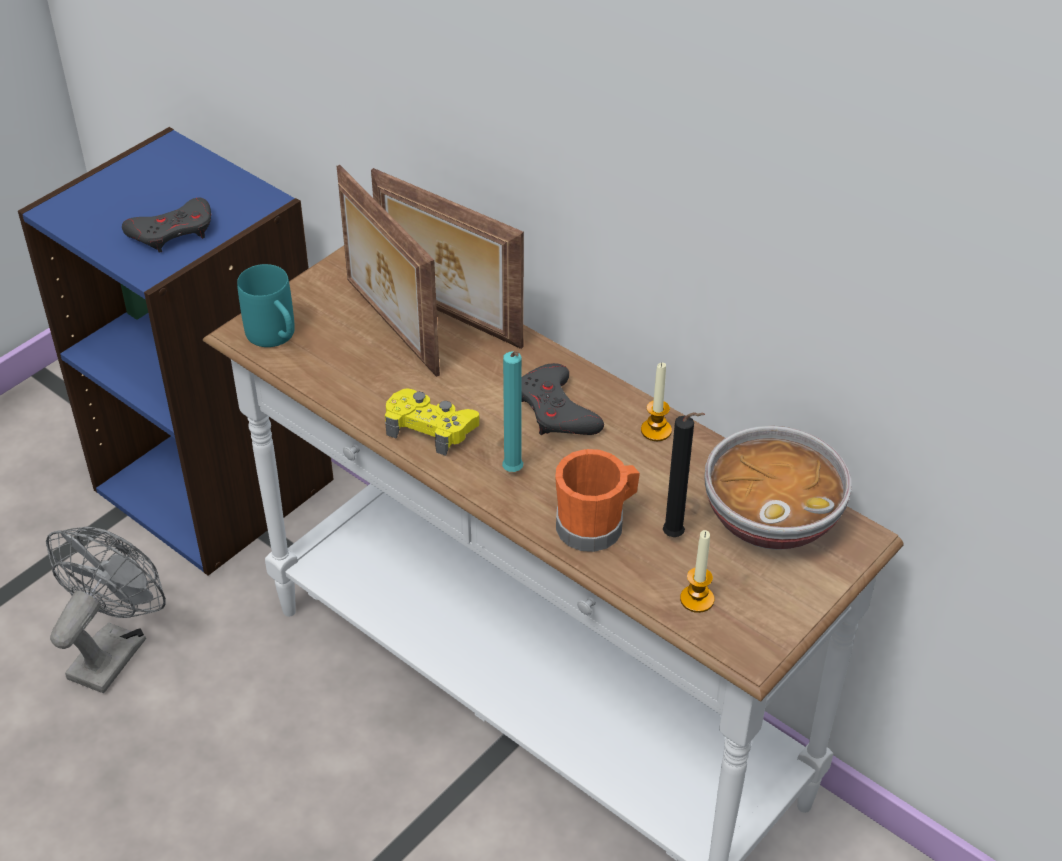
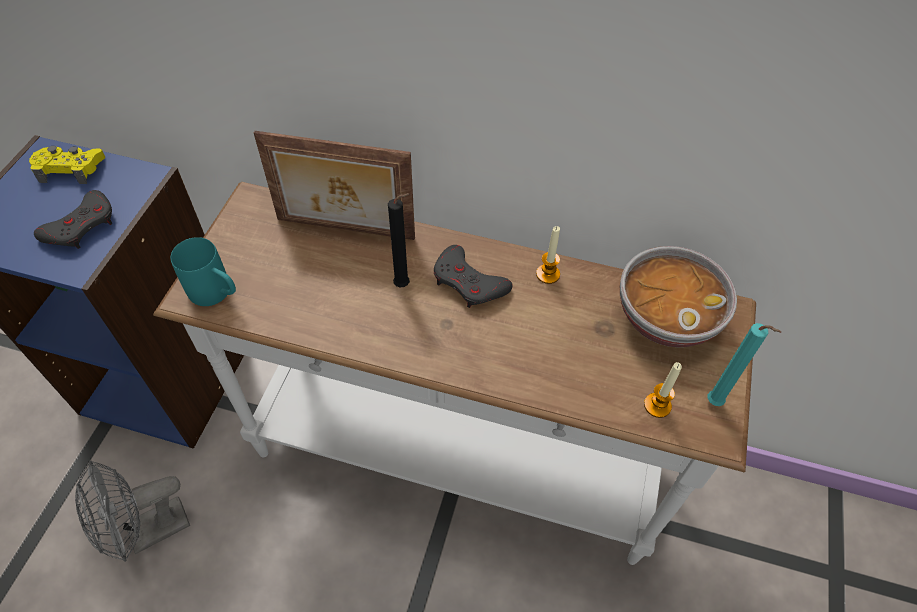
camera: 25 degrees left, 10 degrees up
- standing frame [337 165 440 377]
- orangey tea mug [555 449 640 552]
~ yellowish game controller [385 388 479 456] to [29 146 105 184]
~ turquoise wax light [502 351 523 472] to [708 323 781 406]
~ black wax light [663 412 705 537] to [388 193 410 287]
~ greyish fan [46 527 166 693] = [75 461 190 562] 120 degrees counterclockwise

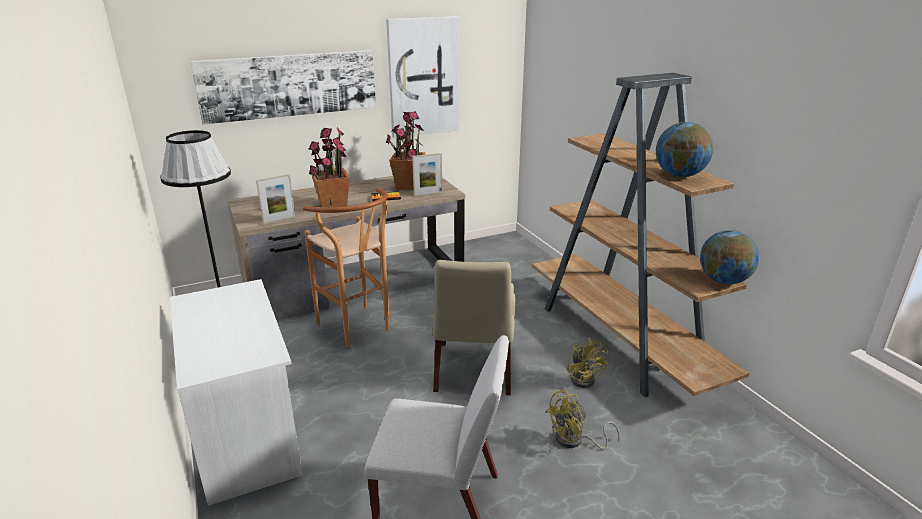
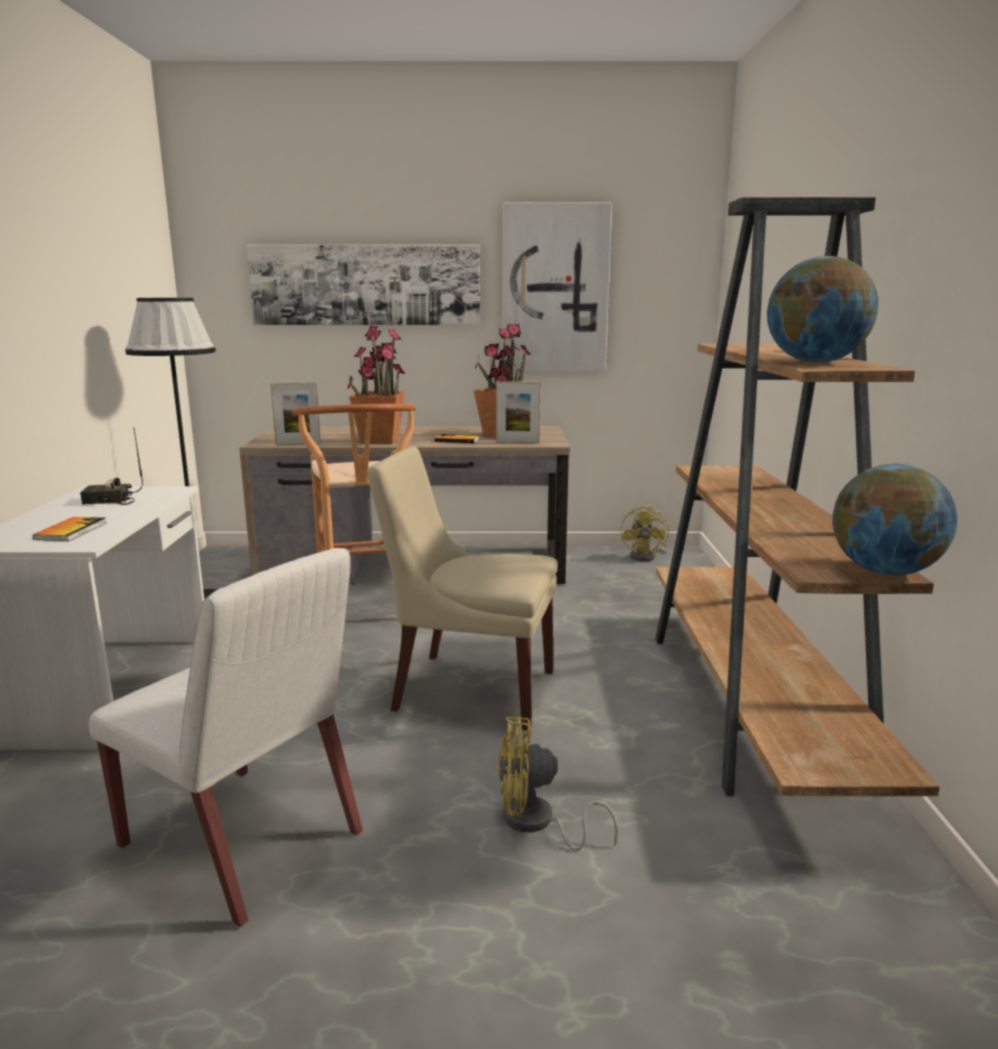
camera: 25 degrees right, 10 degrees down
+ book [32 517 106 541]
+ radio receiver [80 426 143 505]
~ yellowish fan [567 338 608 388] to [621 505 669 561]
~ beige-coloured upright chair [433 260 515 395] = [367 446 558 730] 75 degrees clockwise

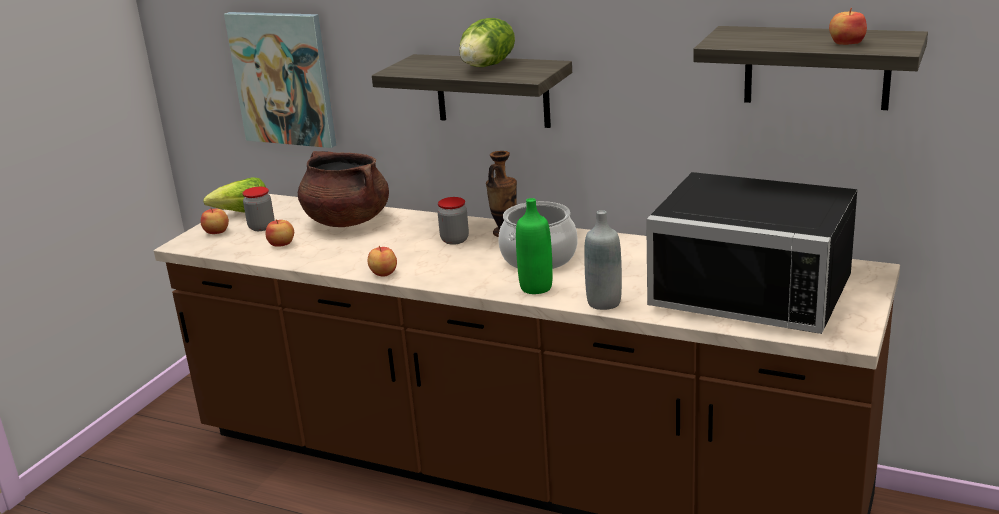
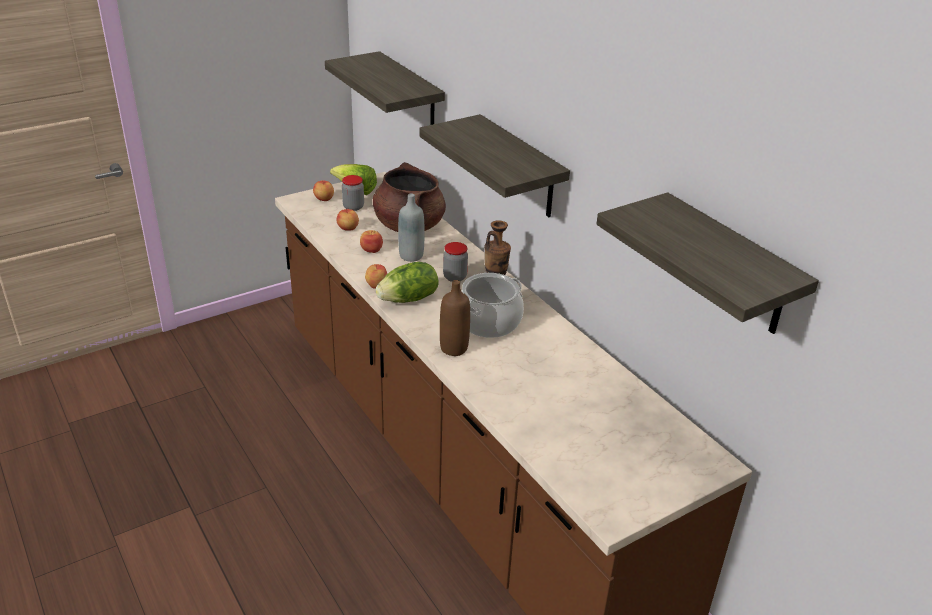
camera: 30 degrees right, 10 degrees up
- black microwave oven [646 172 857 334]
~ head of lettuce [459 18 515 67] to [375 262 438 303]
~ greyish bottle [584 210 622 310] to [398 194 424 262]
~ whole apple [829 8 867 45] to [360 230 383 253]
~ picture [224 12 336 148] to bracket shelf [325 51 445 125]
~ green bottle [516 198 553 294] to brown bottle [440 280 470 356]

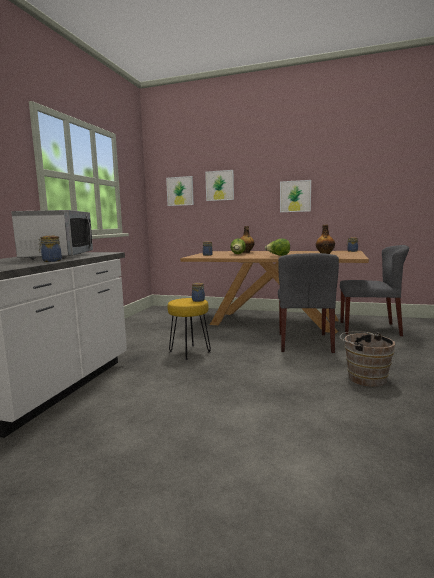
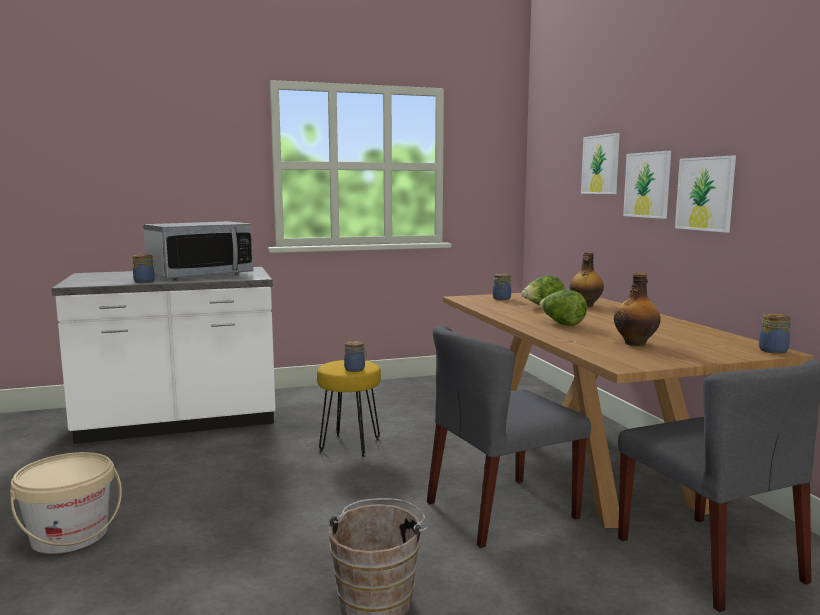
camera: 55 degrees right, 0 degrees up
+ beige-coloured pail [10 452 122 554]
~ picture [166 176 194 206] to [623 151 671 219]

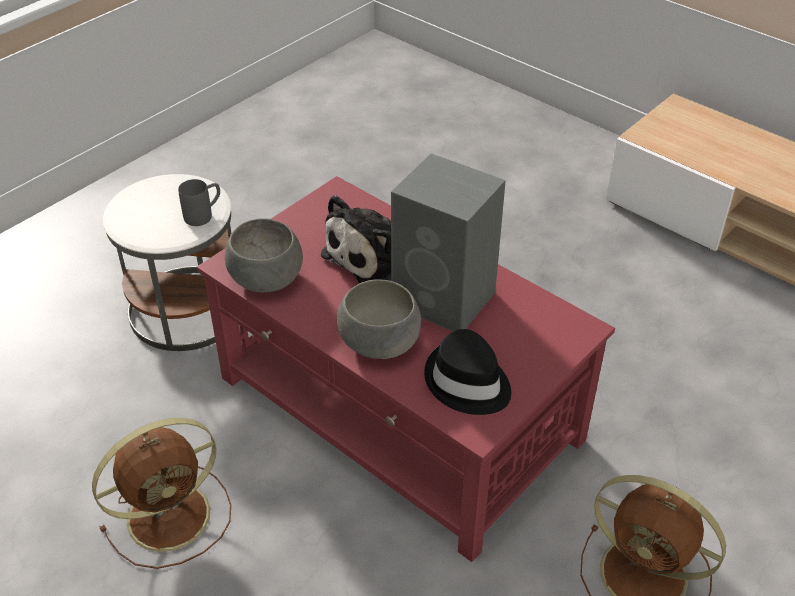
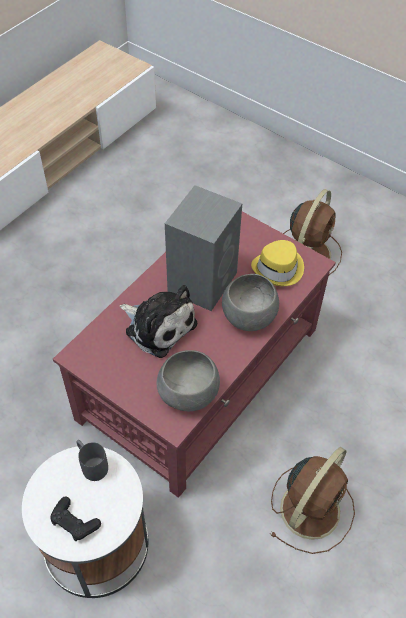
camera: 95 degrees left, 10 degrees up
+ black game controller [50 497 101 541]
~ black wearable hat [424 329 511 415] to yellowish wearable hat [251 240 304 286]
~ brown fan [92 418 231 569] = [271 447 355 554] 75 degrees clockwise

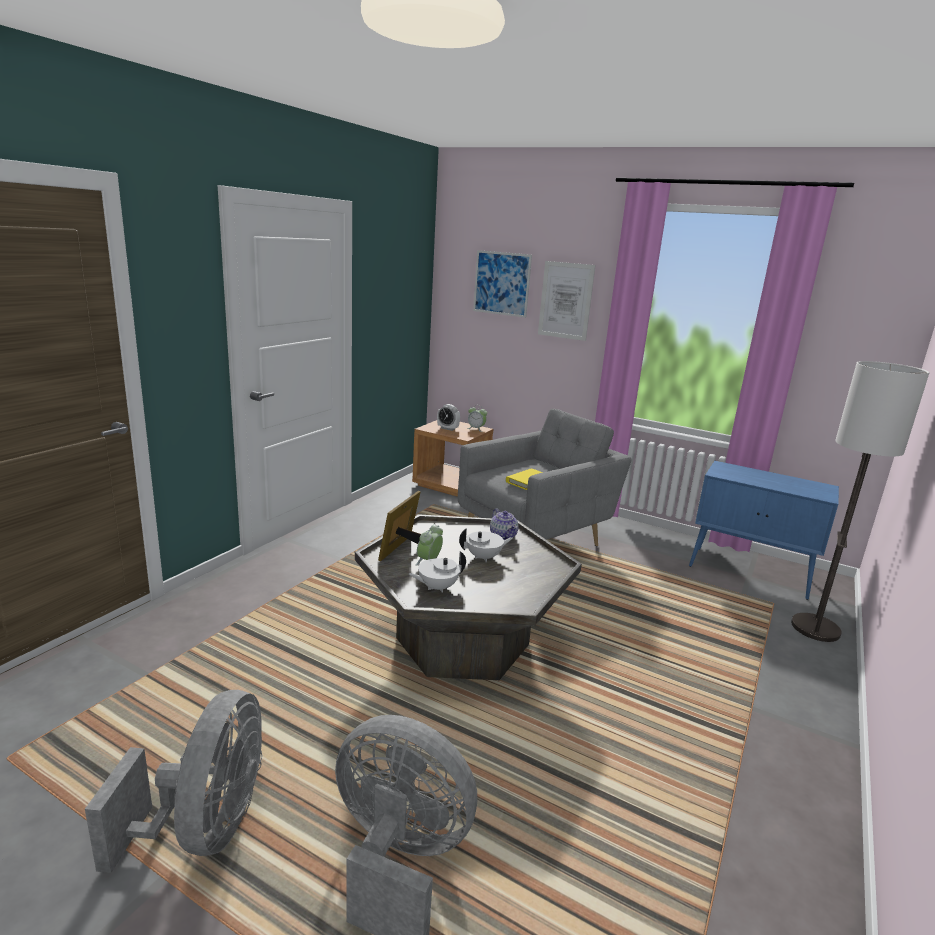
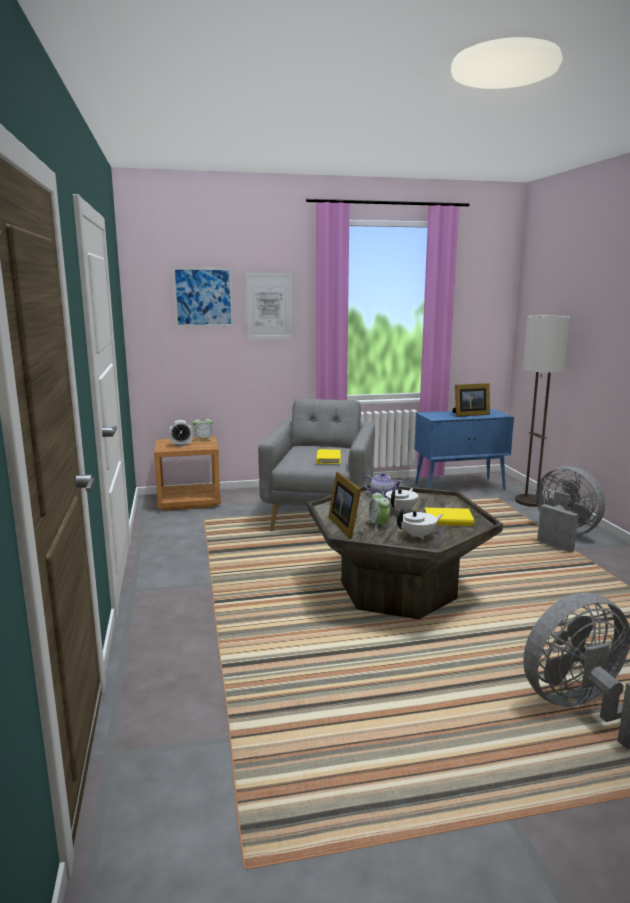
camera: 40 degrees left, 5 degrees down
+ yellowish book [425 508 474 526]
+ standing frame [452 383 490 417]
~ greyish fan [85 690 262 873] to [536 466 605 552]
~ white tea pot [409 551 466 593] = [397 509 443 540] 135 degrees counterclockwise

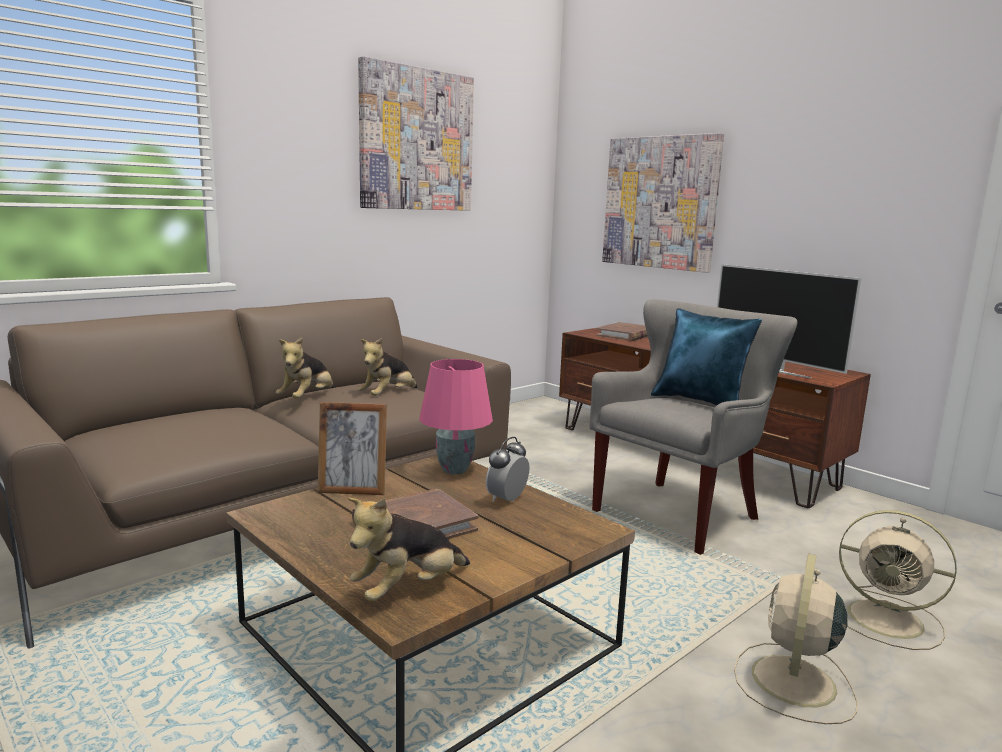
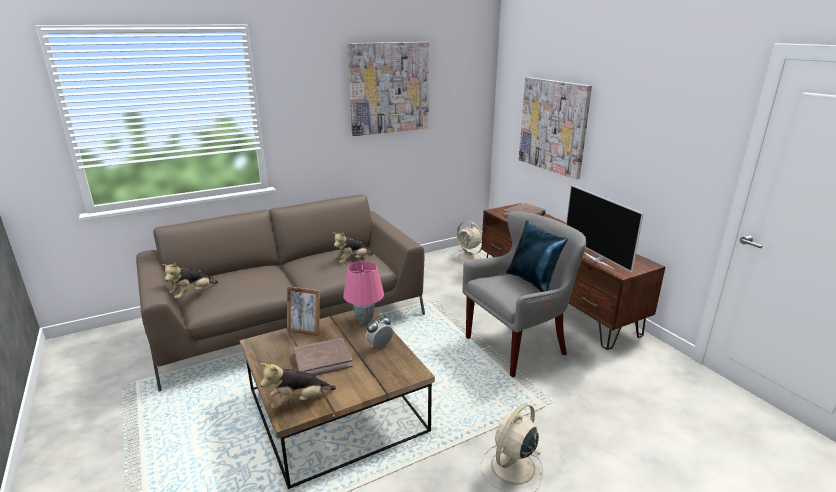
camera: 15 degrees right, 10 degrees up
~ soft toy [276 337 334 398] to [162 263 218 299]
~ beige-coloured fan [839 510 957 650] to [452 221 487 264]

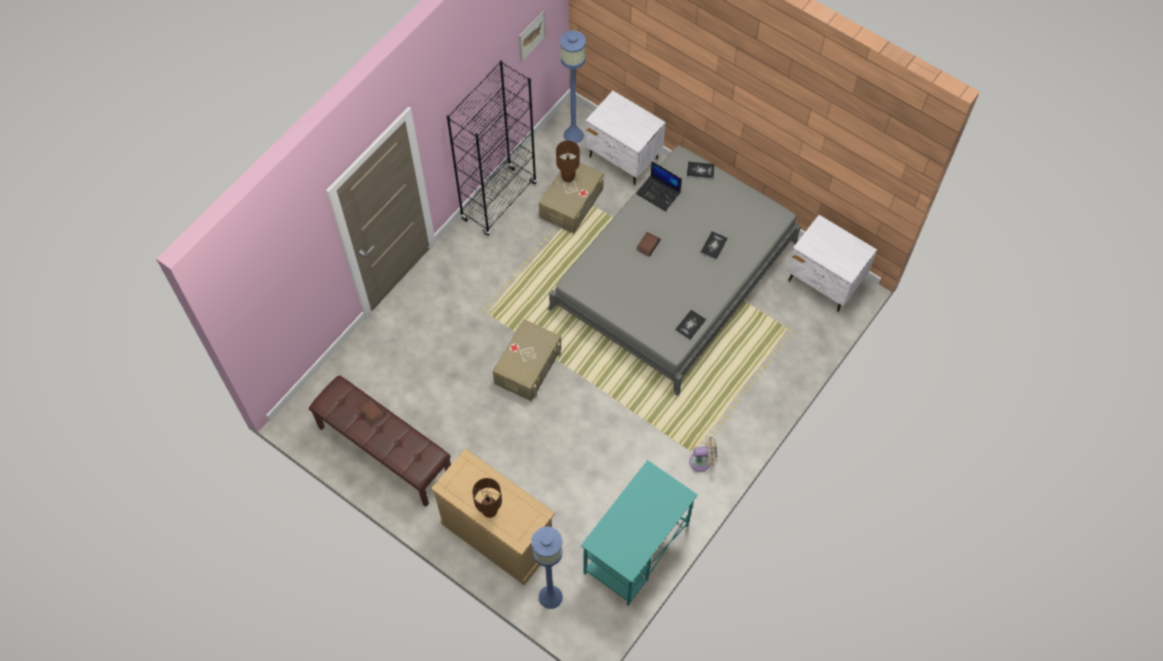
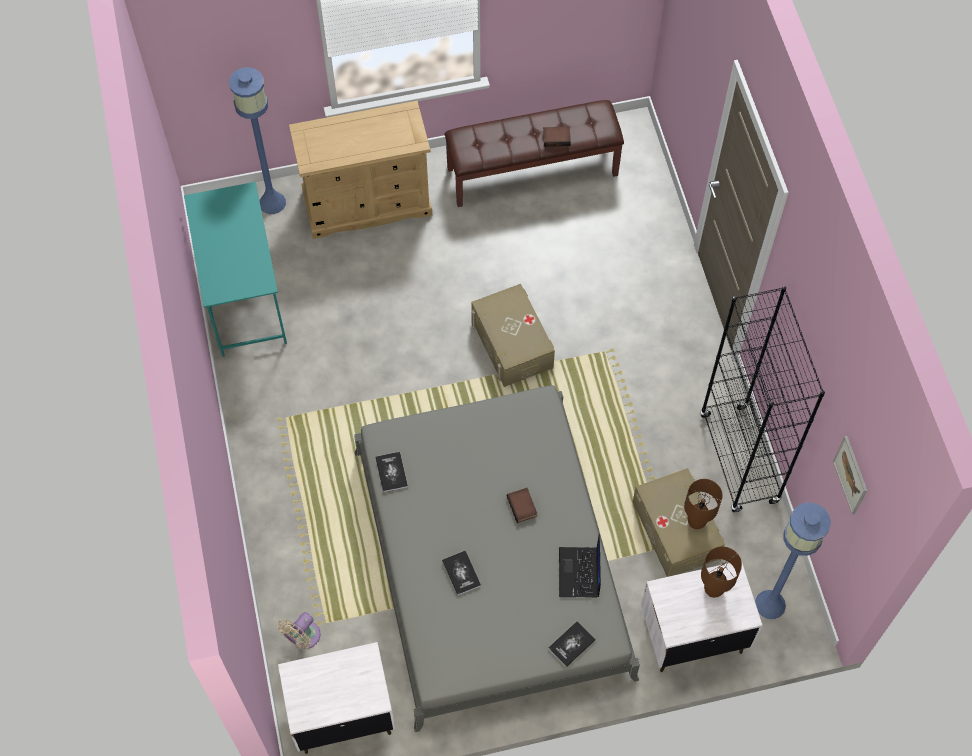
camera: 130 degrees right, 0 degrees up
~ brown lamp for a table [472 478 502 518] to [701 546 742 598]
~ beige-coloured fan [689 437 717 472] to [277 612 320 649]
~ laptop [636 161 682 211] = [559 534 601 597] 75 degrees counterclockwise

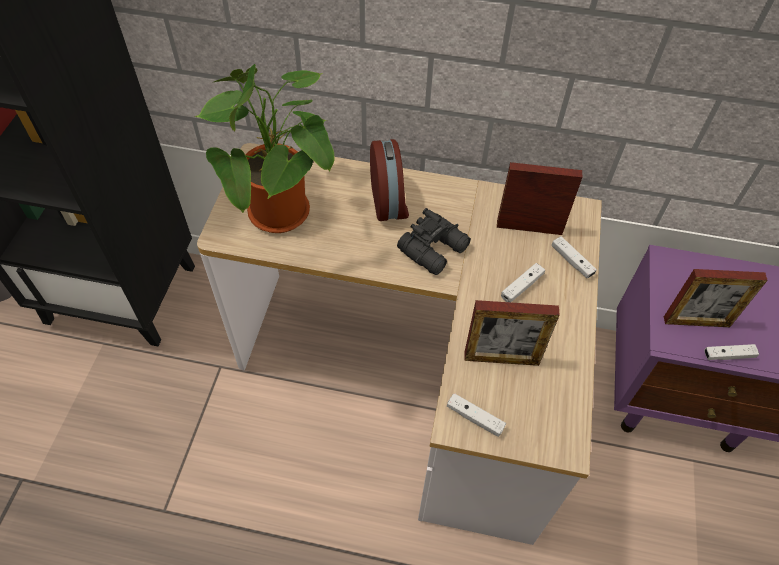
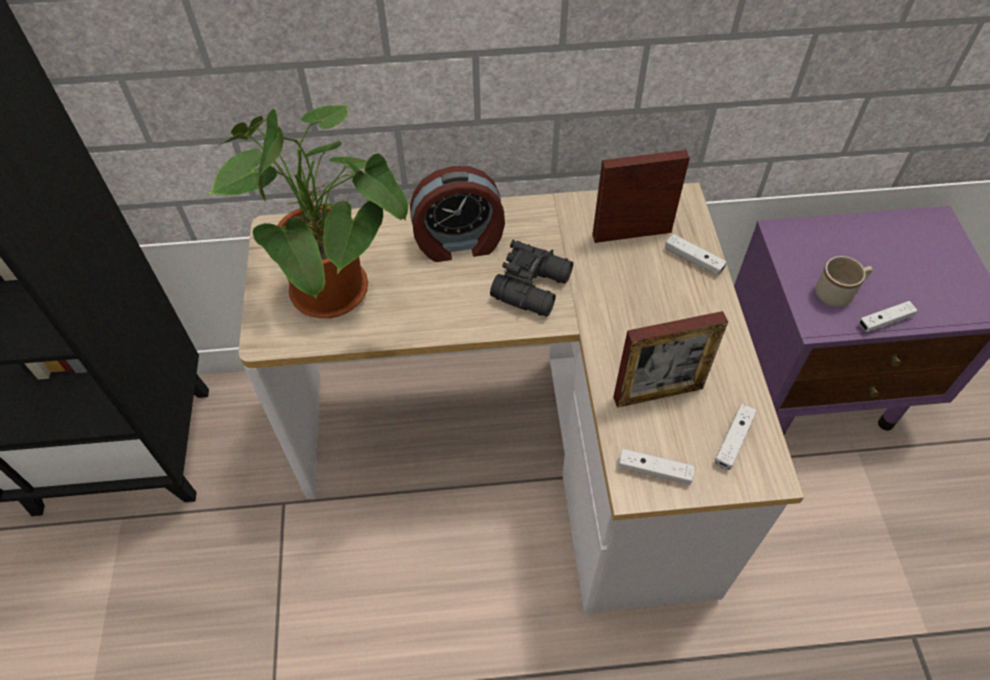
camera: 15 degrees left, 0 degrees up
~ white game controller [501 263 545 302] to [715 404 757 470]
~ standing frame [664 269 768 327] to beige-coloured tea mug [815 256 872 307]
~ table clock [370 139 409 221] = [410 166 505 262] 105 degrees clockwise

